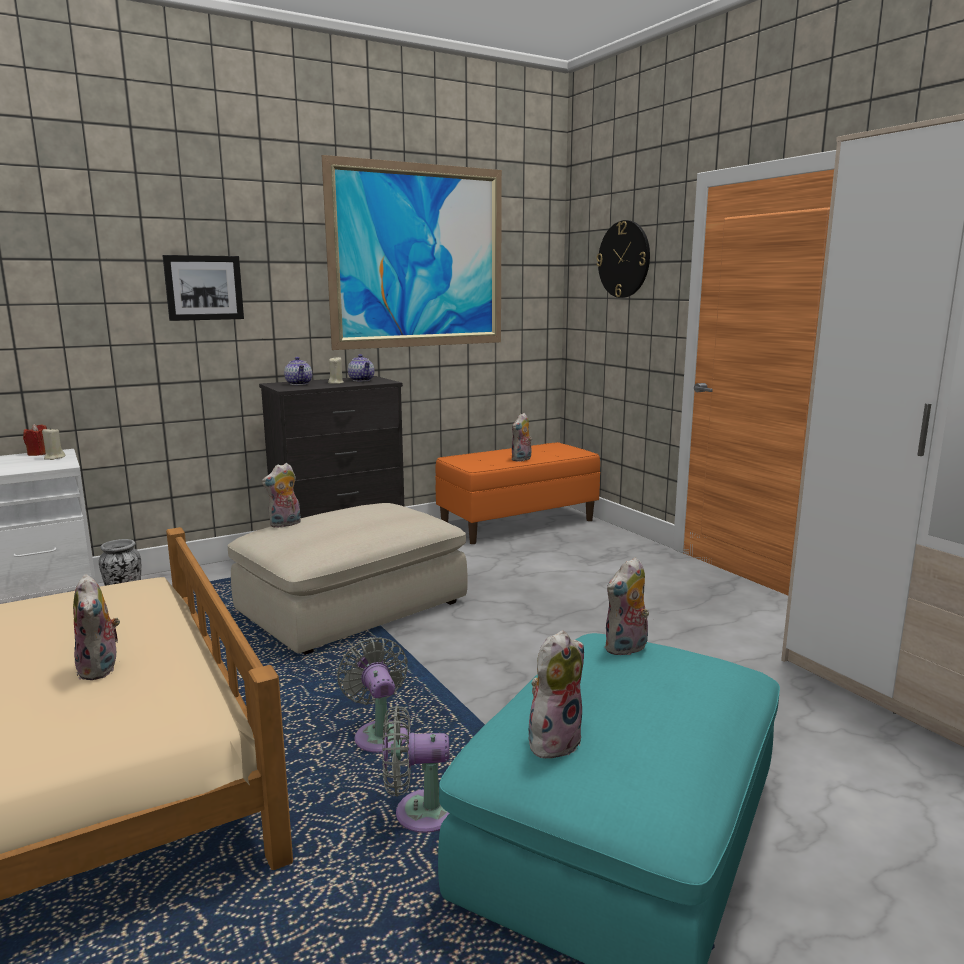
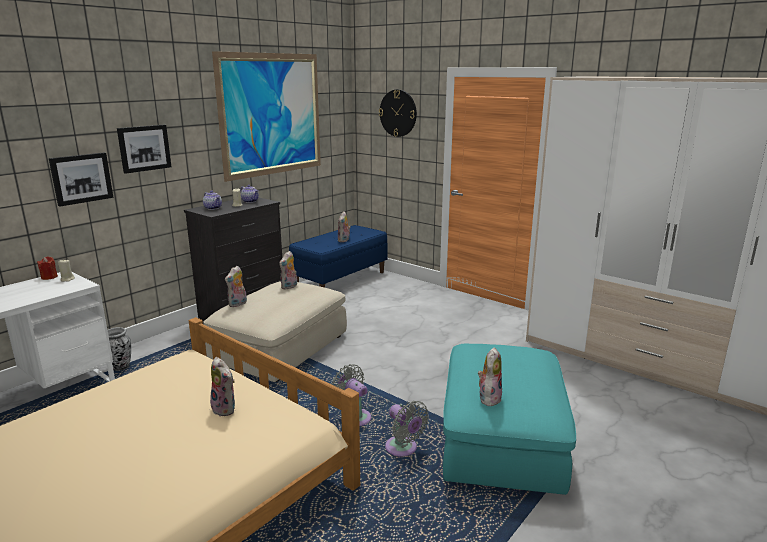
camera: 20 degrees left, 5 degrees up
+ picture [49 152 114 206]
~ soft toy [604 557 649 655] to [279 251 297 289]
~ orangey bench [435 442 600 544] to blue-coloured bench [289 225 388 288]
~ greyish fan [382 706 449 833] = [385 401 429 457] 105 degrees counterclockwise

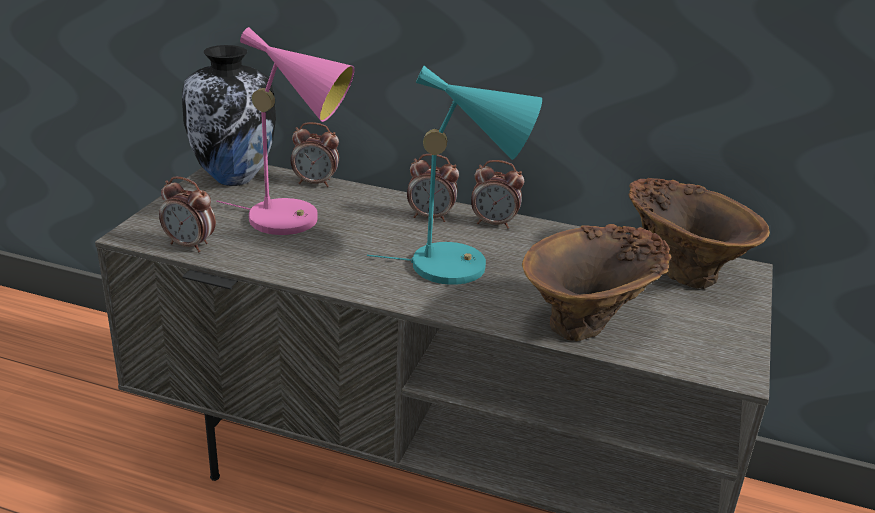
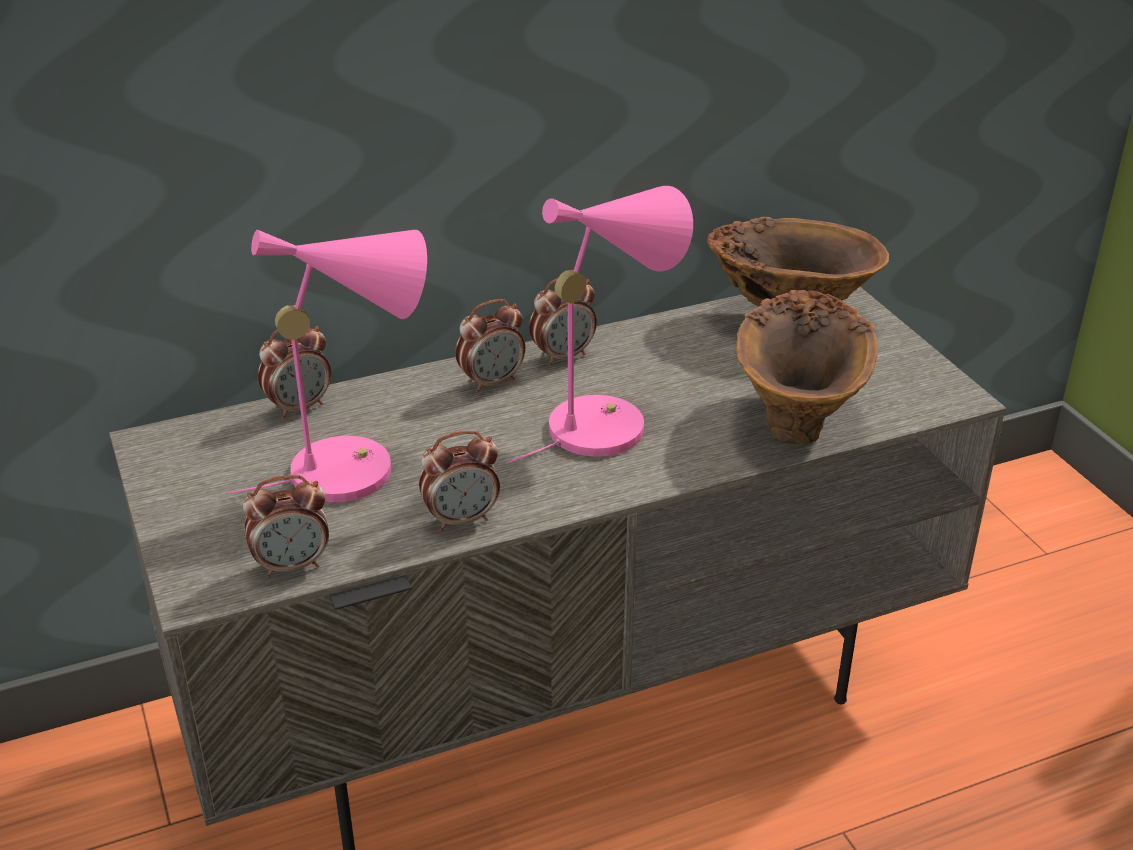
camera: 40 degrees left, 5 degrees up
- decorative vase [182 45 276 186]
+ table clock [419 431 500 531]
~ turquoise lamp for a table [367 66 542 285] to pink lamp for a table [506 186 693 464]

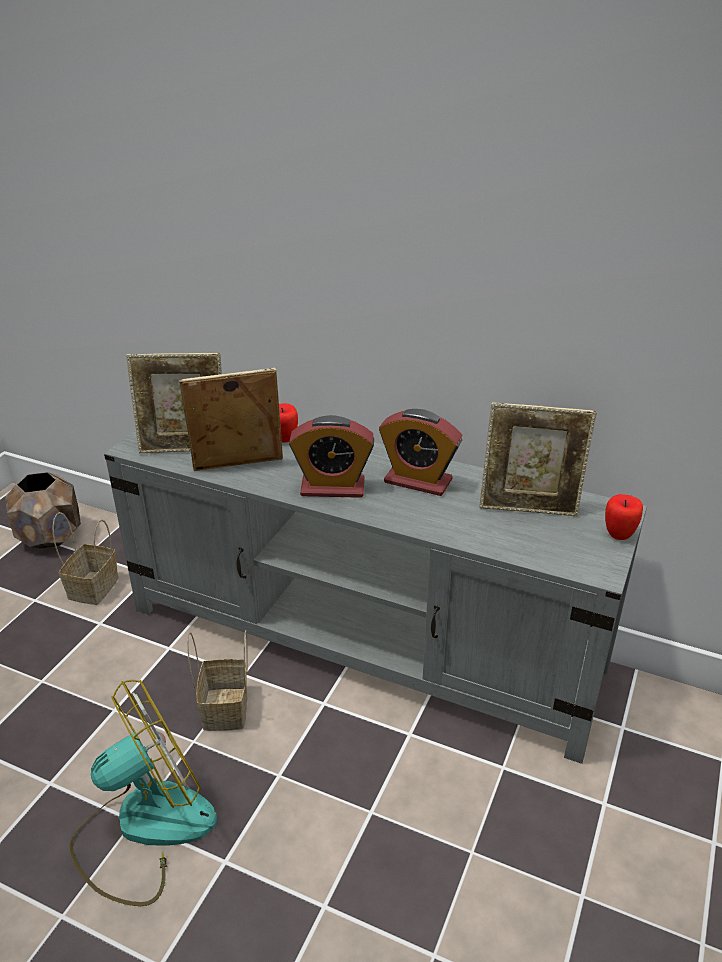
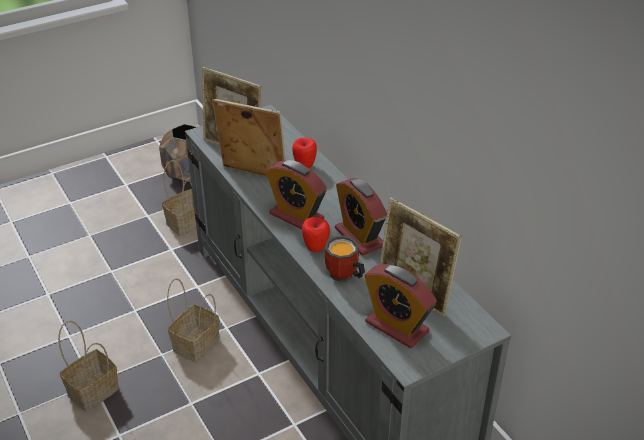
camera: 35 degrees right, 5 degrees up
+ tea mug [324 235 365 282]
+ table clock [364 264 437 348]
~ whole apple [605 494 643 540] to [302 217 330 252]
~ fan [70 680 217 906] to household basket [58 321 119 412]

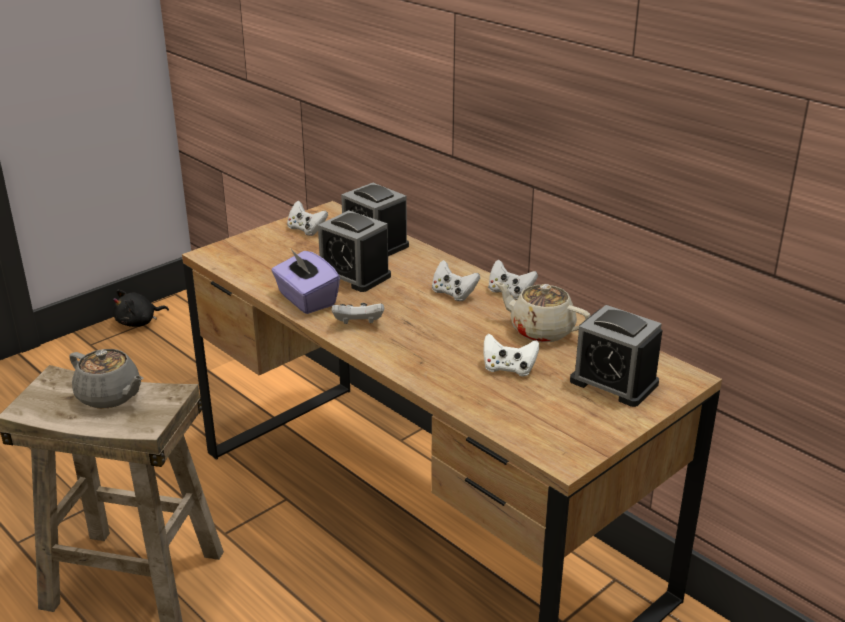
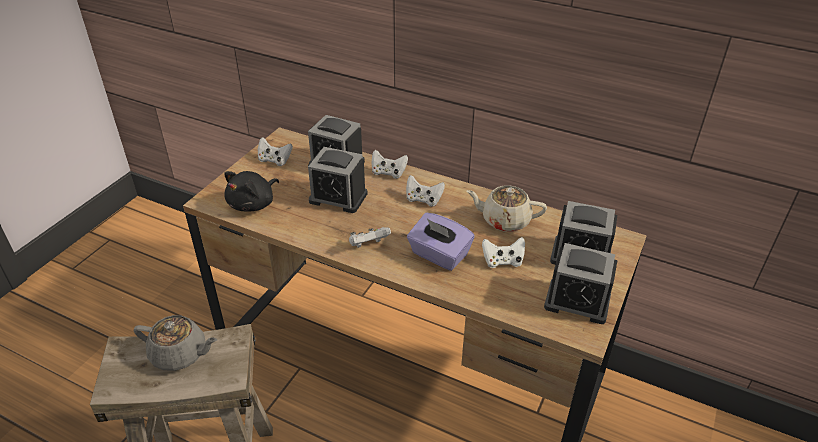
camera: 20 degrees left, 10 degrees up
+ table clock [544 243 618 324]
~ black soft toy [113 290 169 327] to [224 171 279 212]
~ purplish box of tissues [272 249 340 314] to [407 213 475 271]
~ white game controller [488 260 538 300] to [372 150 408 179]

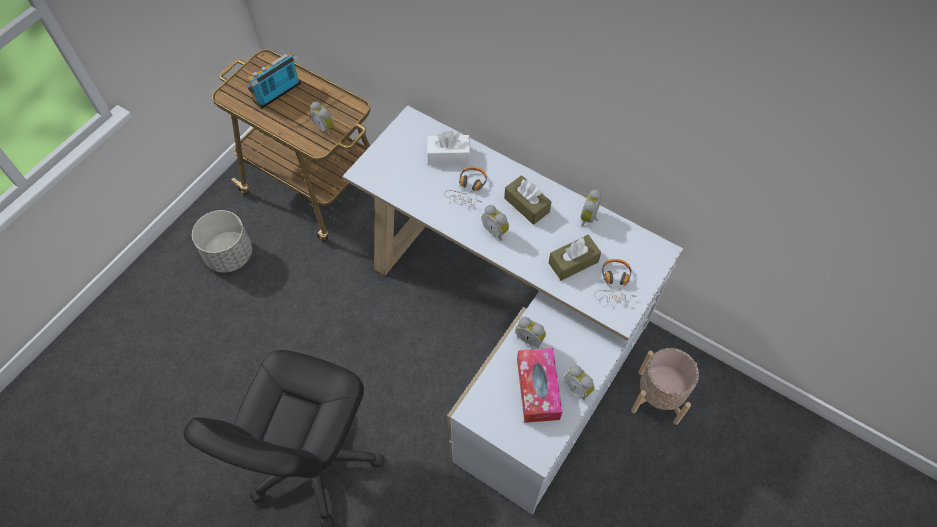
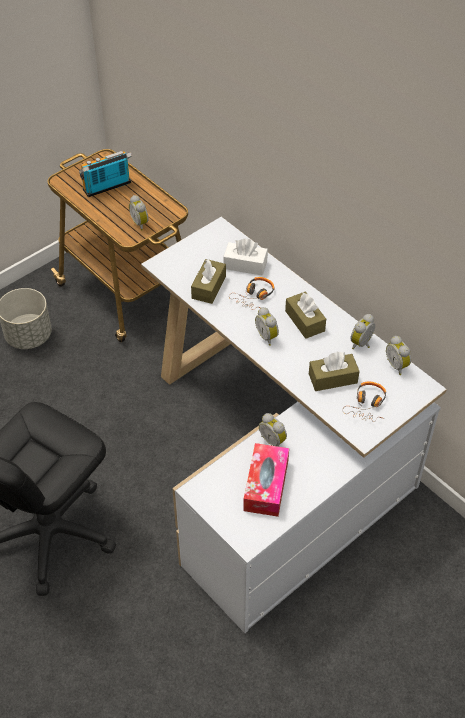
camera: 15 degrees right, 10 degrees down
- beige-coloured plant pot [631 348 699 425]
+ brown box of tissues [191 259 226 304]
~ table clock [564 365 595 400] to [386 336 411 375]

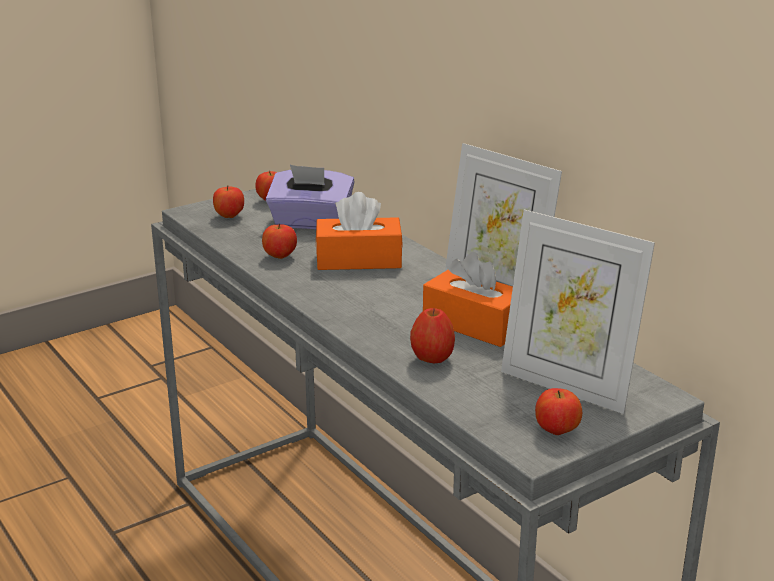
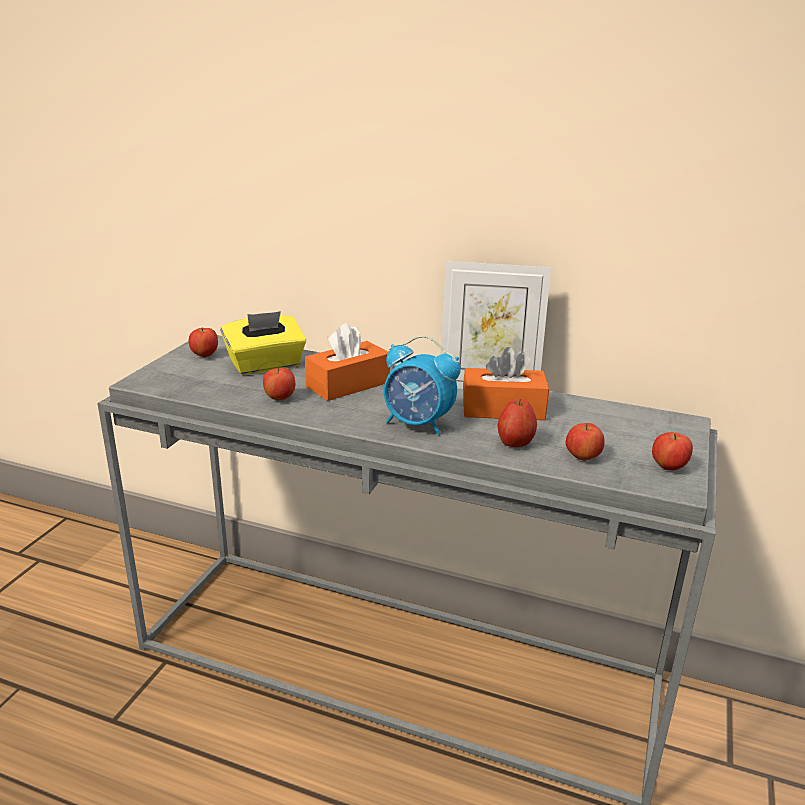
camera: 35 degrees left, 0 degrees up
- standing frame [501 210 655 414]
+ table clock [384 335 461 435]
~ whole apple [213 185 244 218] to [566 423 605 461]
~ purplish box of tissues [266 165 355 229] to yellowish box of tissues [221 311 306 375]

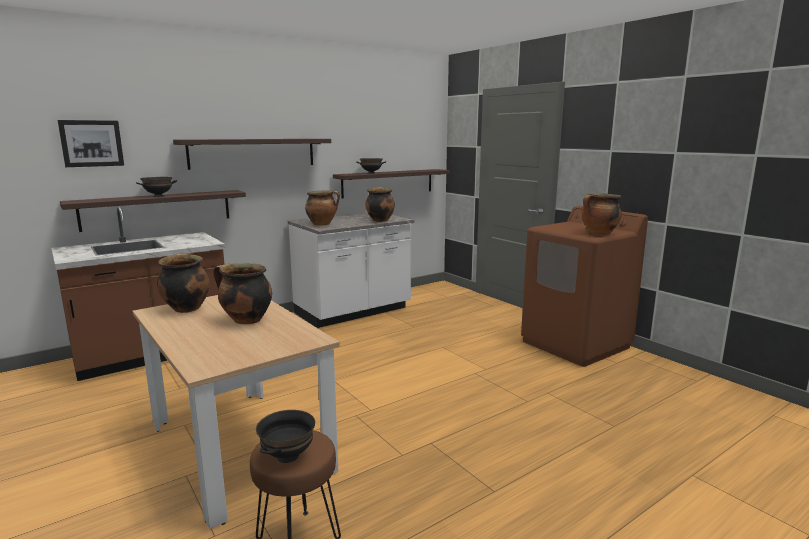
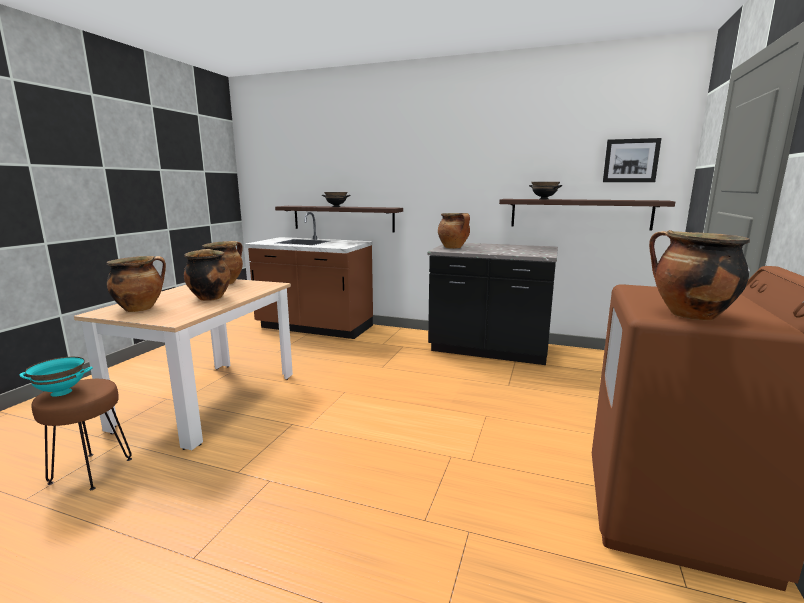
camera: 55 degrees right, 0 degrees up
- bracket shelf [173 139 331 170]
~ picture [58 120 124 167] to [603 138 661 182]
~ cooking pot [365 187 395 222] to [107 256 166 312]
~ black serving bowl [256 410 315 463] to turquoise serving bowl [20 357 93 397]
~ white kitchen base unit [288 212 414 328] to black kitchen base unit [428 243 558 365]

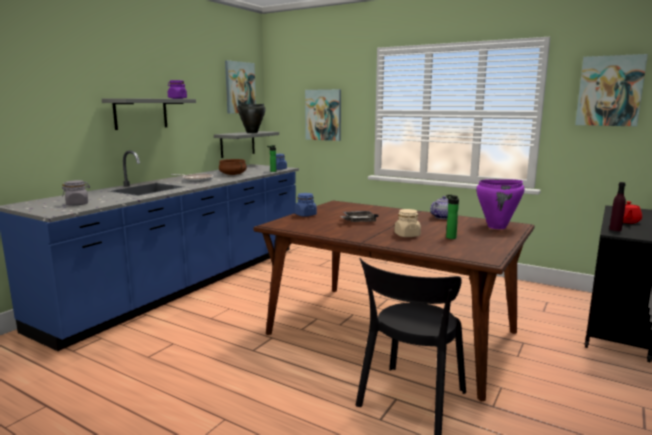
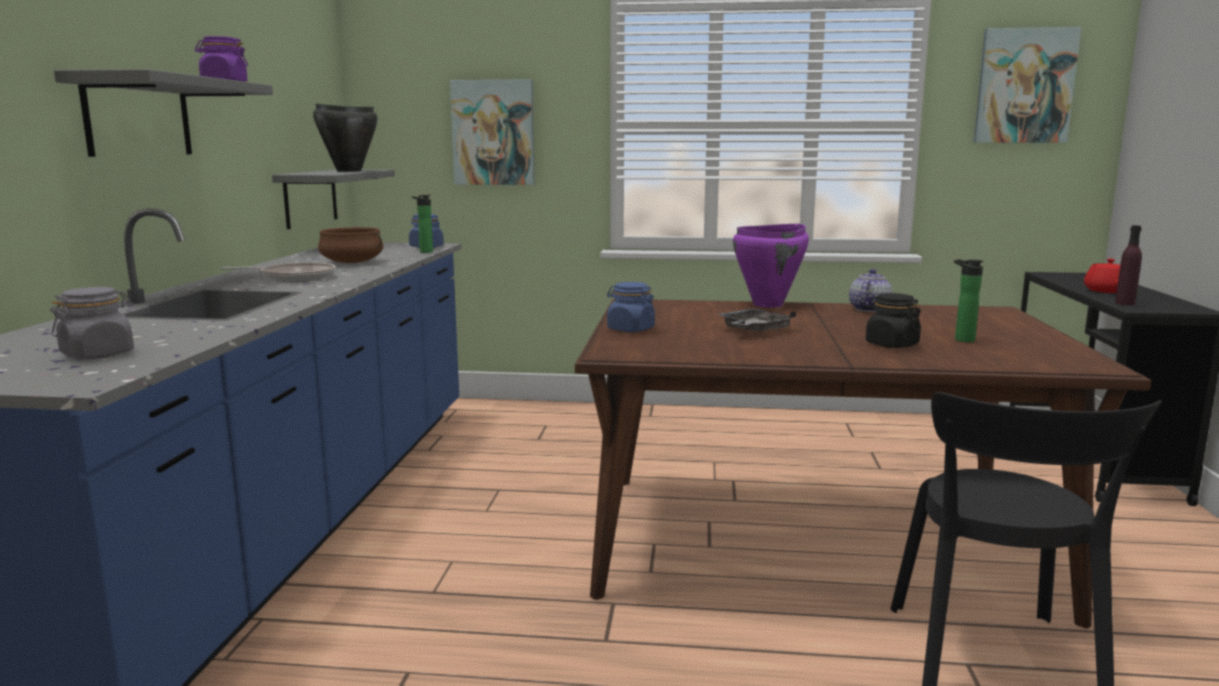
camera: 25 degrees left, 0 degrees up
- picture [225 60 256 114]
~ purplish cooking pot [476 179 525 229] to [733 224 809 308]
~ beige-coloured jar [394 209 421 237] to black jar [866 293 921 348]

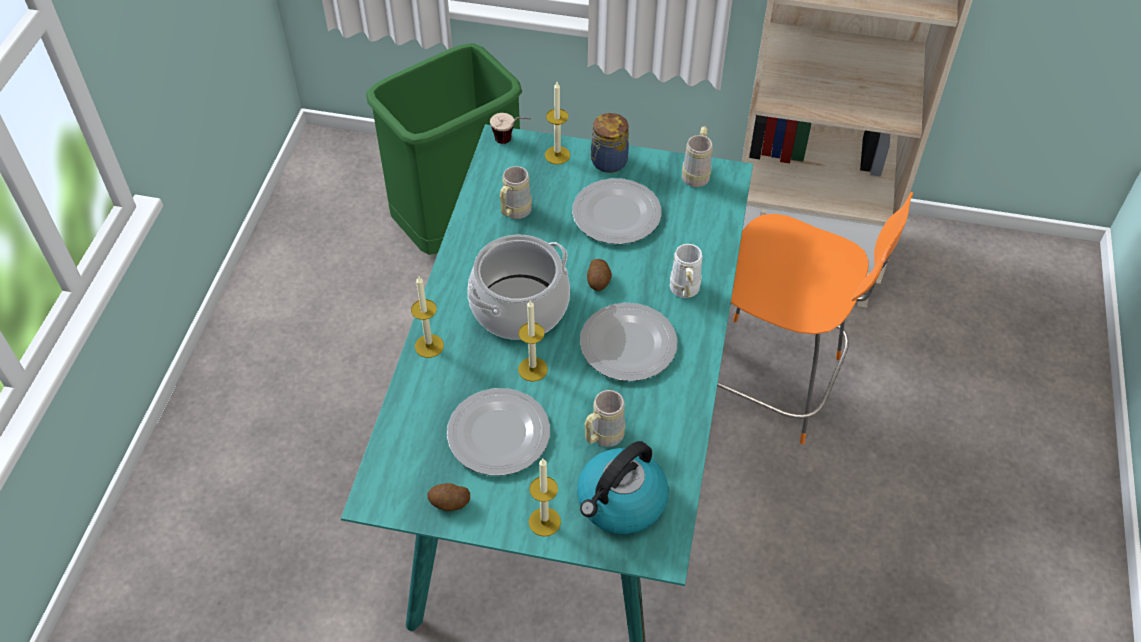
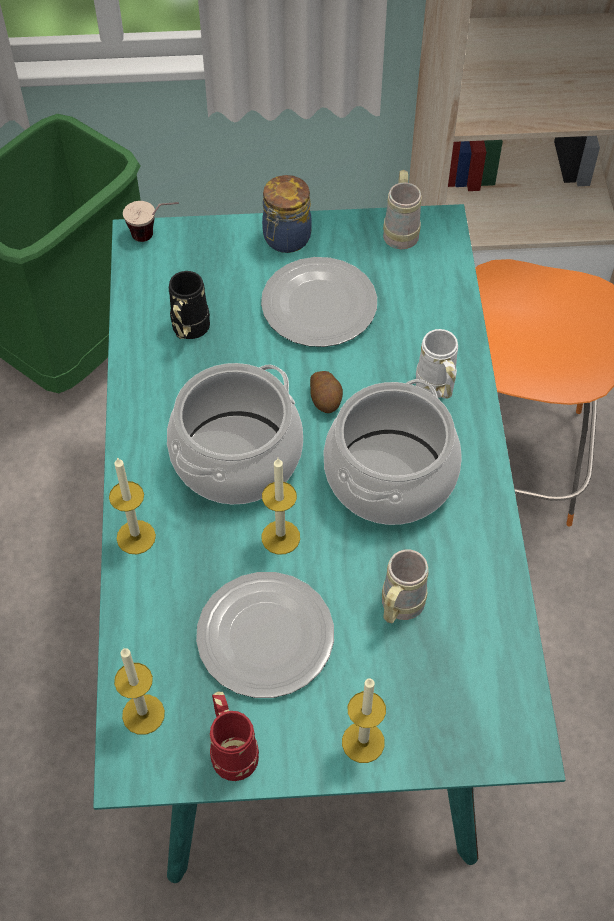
camera: 15 degrees left, 5 degrees up
- water kettle [577 441 668 534]
~ wax light [545 82 570 164] to [114 648 165 735]
~ whole potato [427 483 470 511] to red tea mug [210 691 259 781]
~ flat dish [580 303 677 381] to cooking pot [323 379 462 525]
~ beige-coloured tea mug [500 166 532 219] to black tea mug [169 271 210 339]

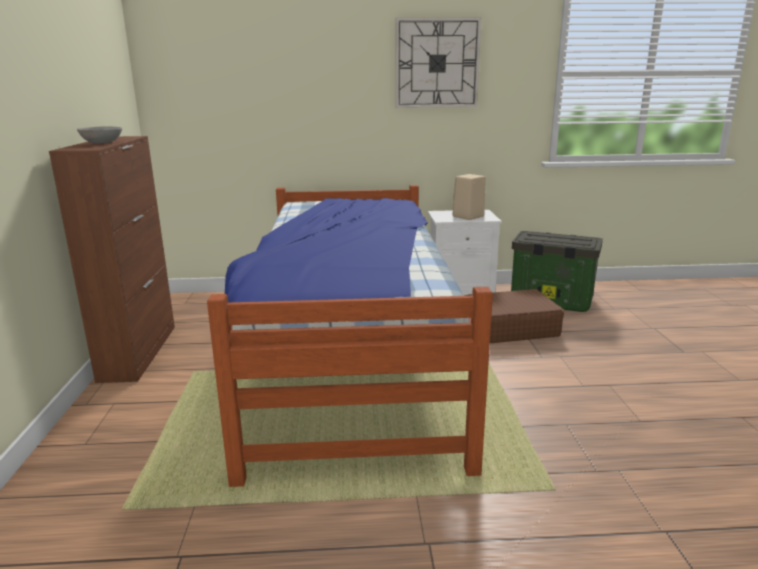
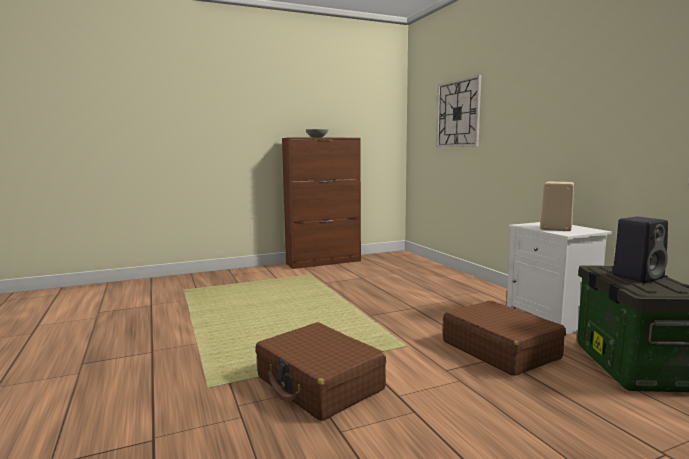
camera: 70 degrees right, 10 degrees down
- bedroom bed [207 185 493 487]
+ brown travel case [255 322 386 421]
+ black loudspeaker [613 217 668 282]
~ clock on the wall [395 17 482 108] to [436 75 481 147]

